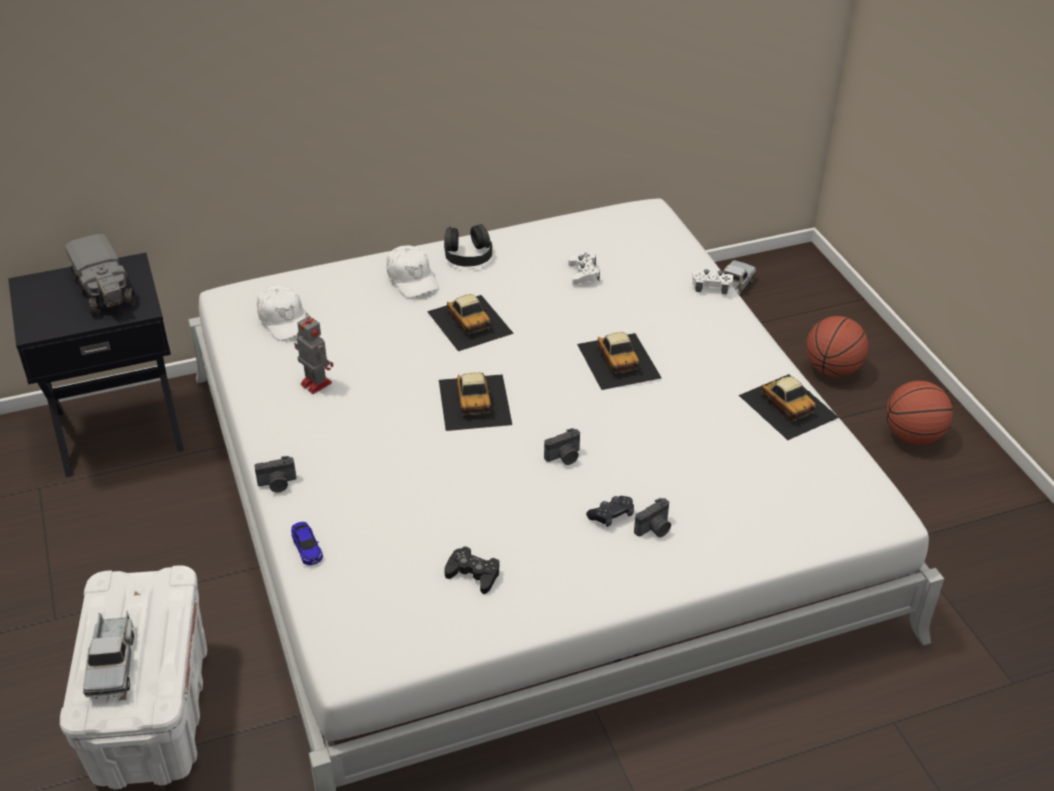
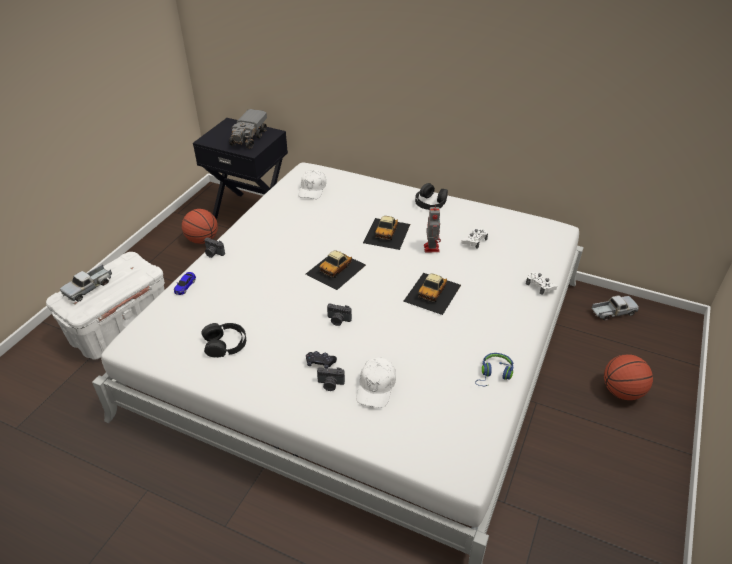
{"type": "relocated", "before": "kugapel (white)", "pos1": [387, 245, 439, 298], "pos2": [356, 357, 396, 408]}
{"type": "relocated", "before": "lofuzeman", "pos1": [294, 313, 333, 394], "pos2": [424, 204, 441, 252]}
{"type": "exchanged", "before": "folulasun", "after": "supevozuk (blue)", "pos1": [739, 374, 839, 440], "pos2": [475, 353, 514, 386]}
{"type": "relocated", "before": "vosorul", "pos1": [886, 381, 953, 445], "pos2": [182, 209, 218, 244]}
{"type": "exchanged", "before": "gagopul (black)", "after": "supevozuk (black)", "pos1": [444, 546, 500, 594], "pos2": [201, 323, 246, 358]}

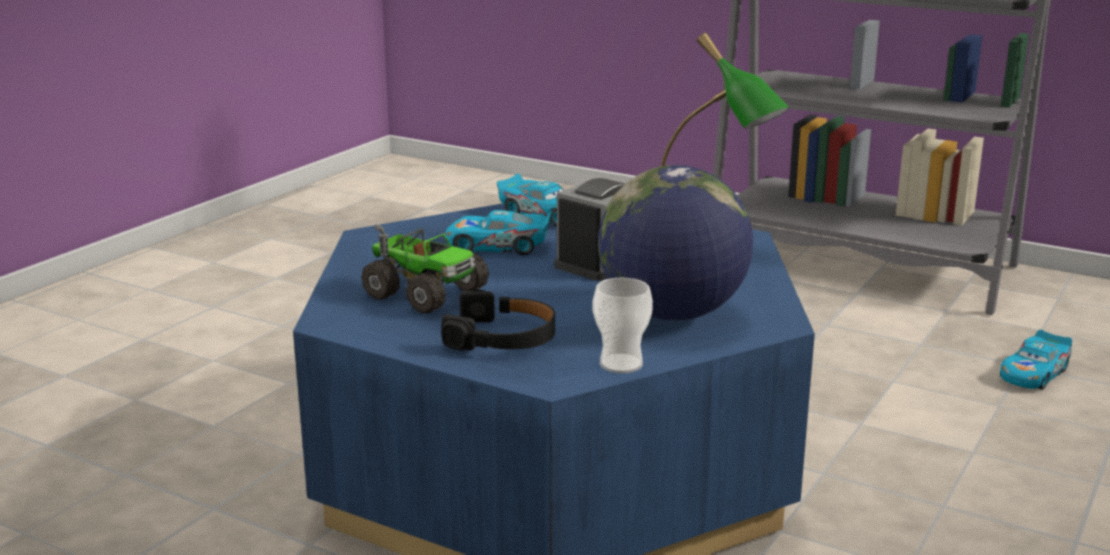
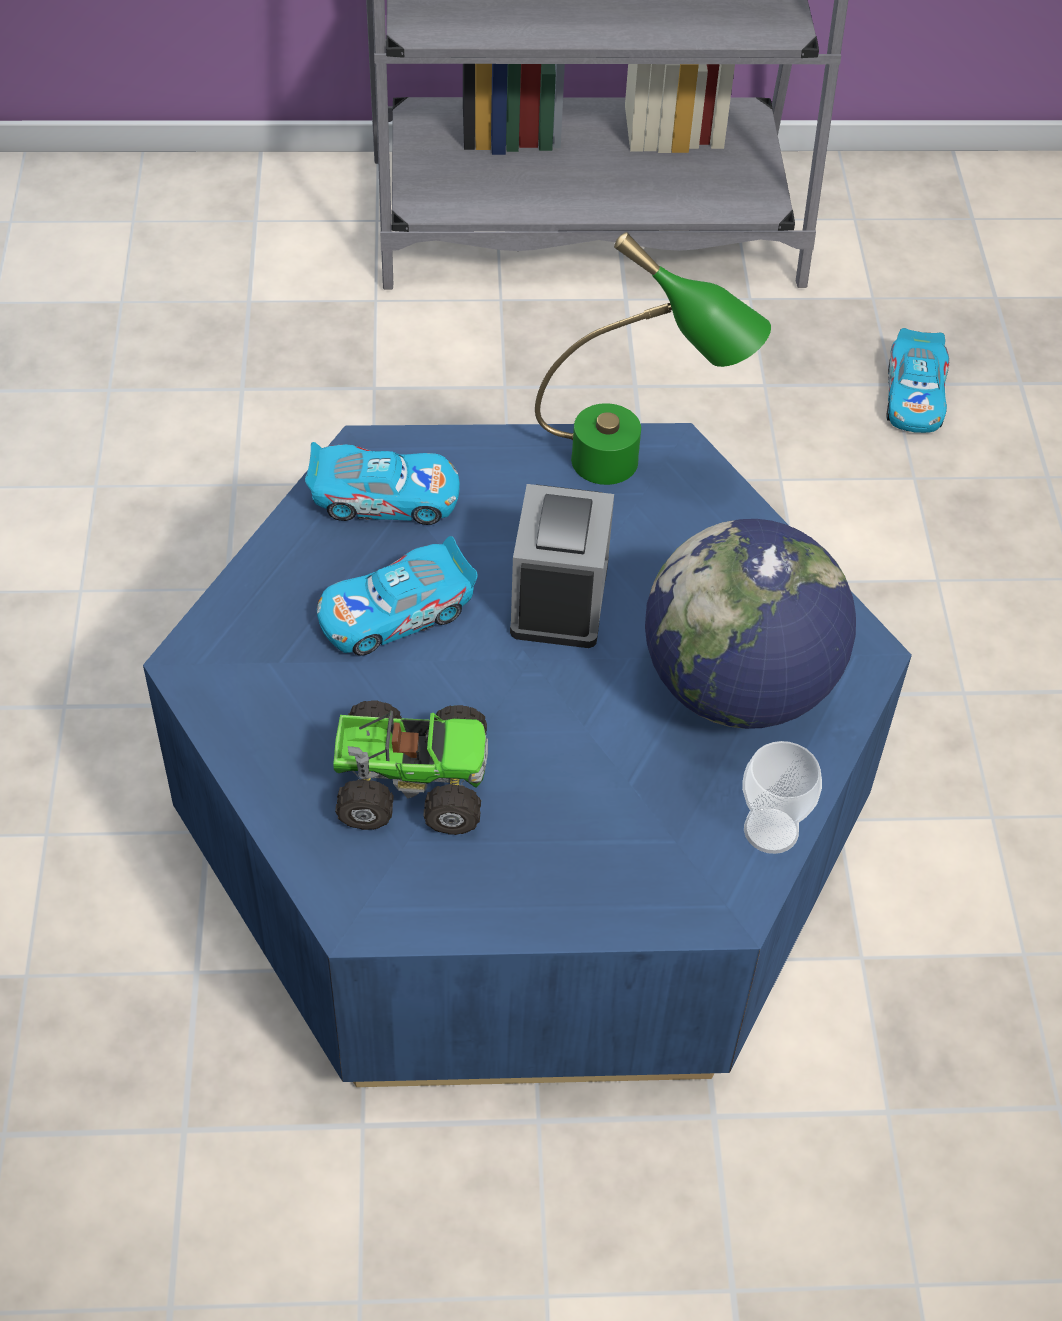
{"type": "missing", "before": "supevozuk (black)", "pos1": [441, 290, 555, 351]}

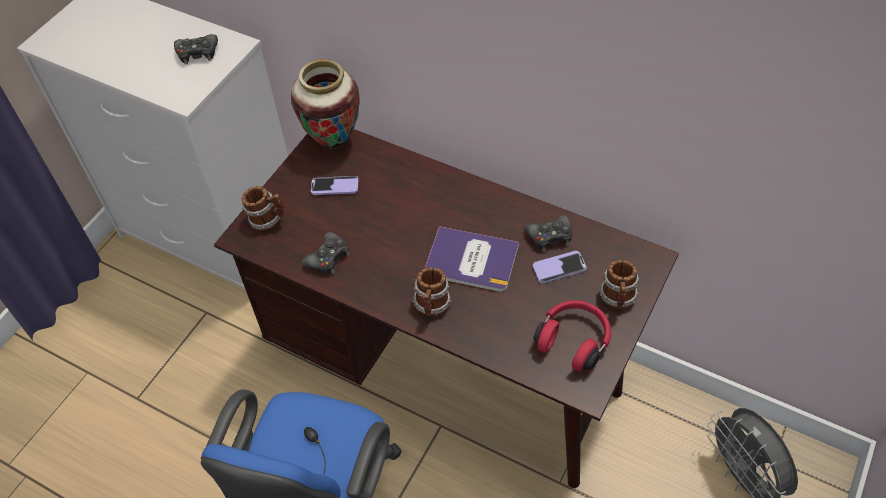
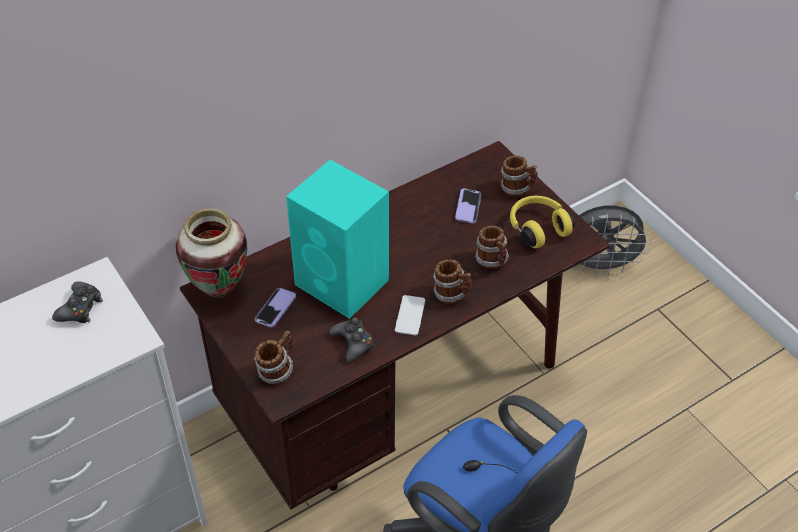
{"type": "missing", "before": "gagopul (black)", "pos1": [524, 215, 572, 252]}
{"type": "missing", "before": "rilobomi", "pos1": [425, 226, 519, 292]}
{"type": "colour", "before": "supevozuk (red)", "after": "supevozuk (yellow)", "pos1": [533, 300, 611, 372], "pos2": [510, 196, 575, 248]}
{"type": "appeared", "after": "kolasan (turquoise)", "pos2": [286, 160, 389, 319]}
{"type": "appeared", "after": "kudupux", "pos2": [475, 226, 509, 269]}
{"type": "appeared", "after": "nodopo", "pos2": [395, 295, 425, 335]}

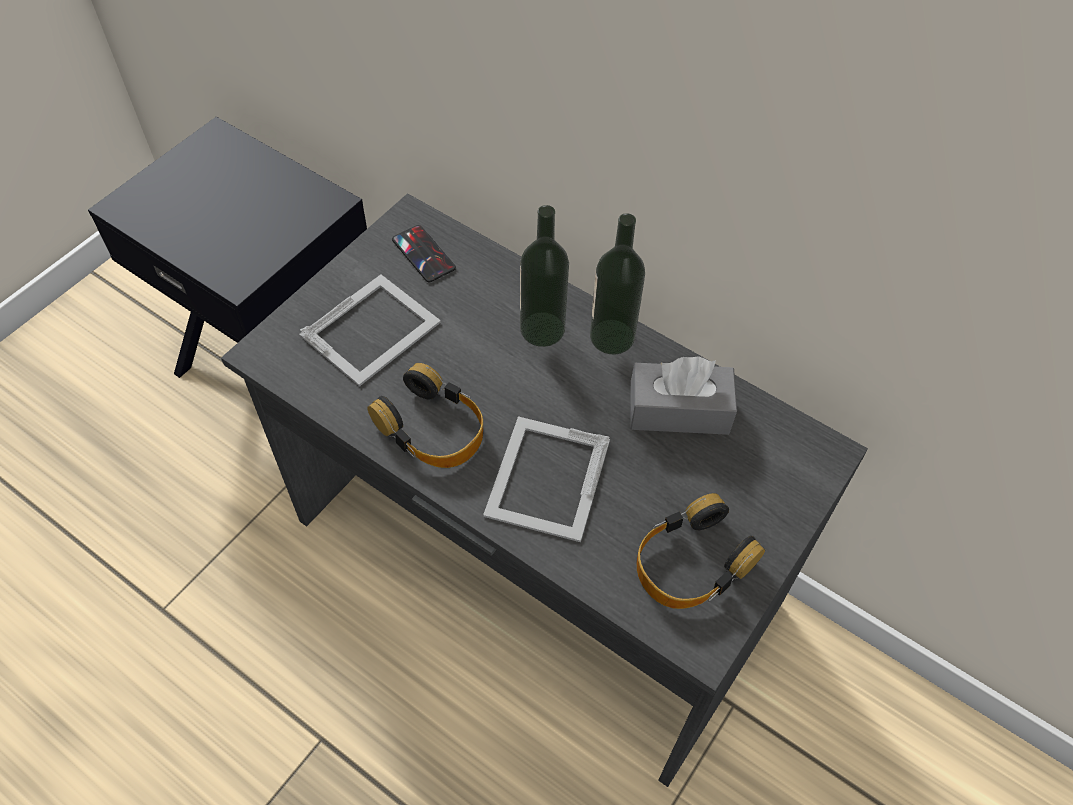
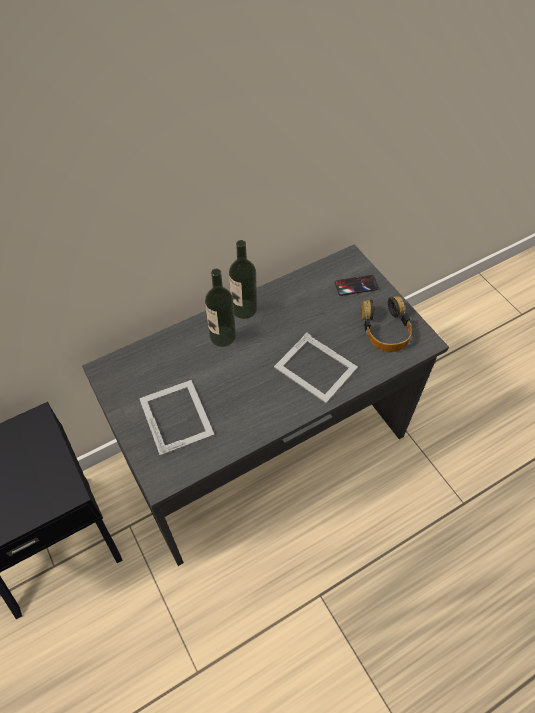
{"type": "relocated", "before": "nodopo", "pos1": [392, 225, 456, 282], "pos2": [335, 275, 379, 296]}
{"type": "missing", "before": "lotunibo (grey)", "pos1": [630, 356, 737, 435]}
{"type": "missing", "before": "supevozuk", "pos1": [367, 363, 483, 468]}

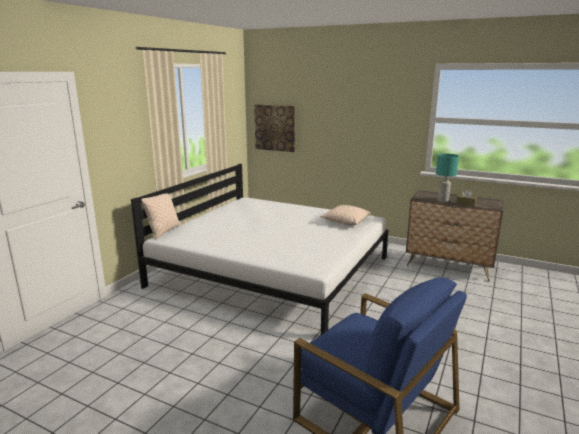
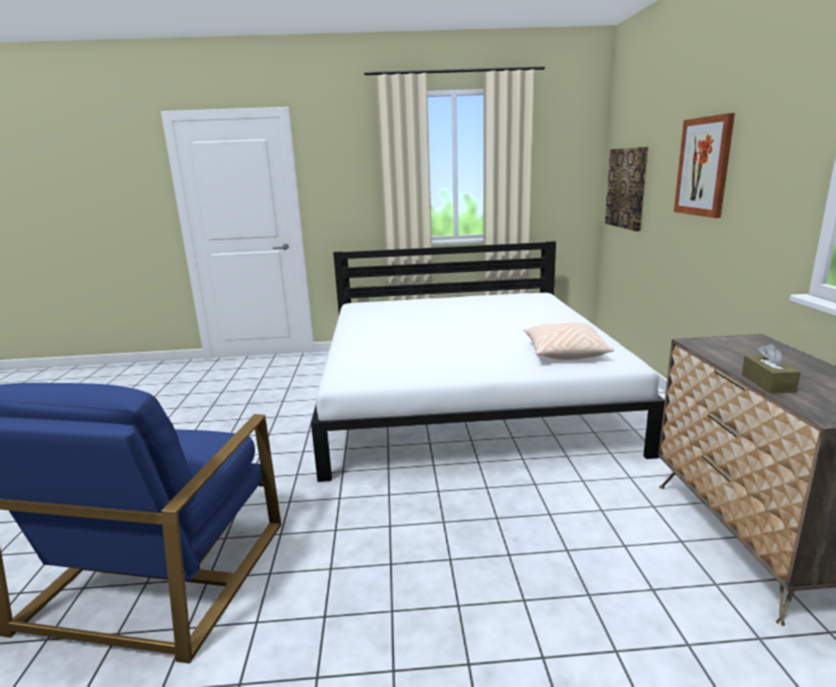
{"type": "missing", "before": "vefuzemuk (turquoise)", "pos1": [436, 154, 459, 202]}
{"type": "missing", "before": "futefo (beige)", "pos1": [141, 193, 180, 239]}
{"type": "appeared", "after": "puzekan", "pos2": [674, 113, 735, 218]}

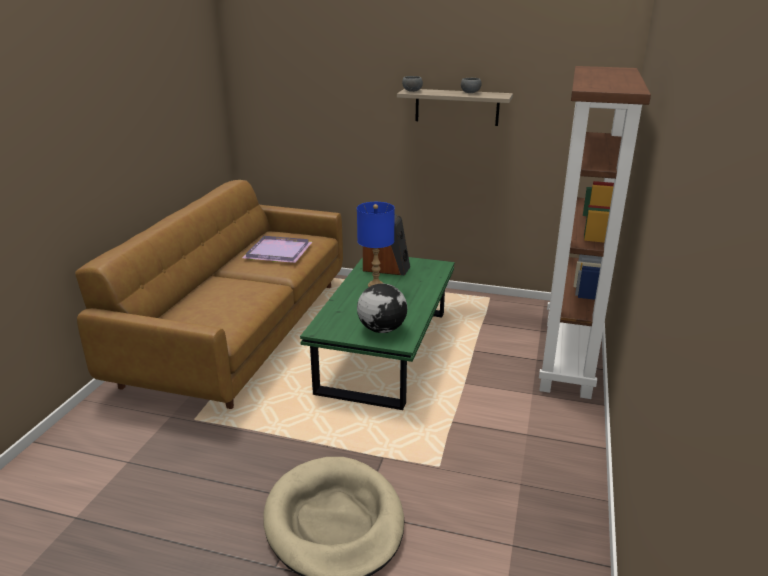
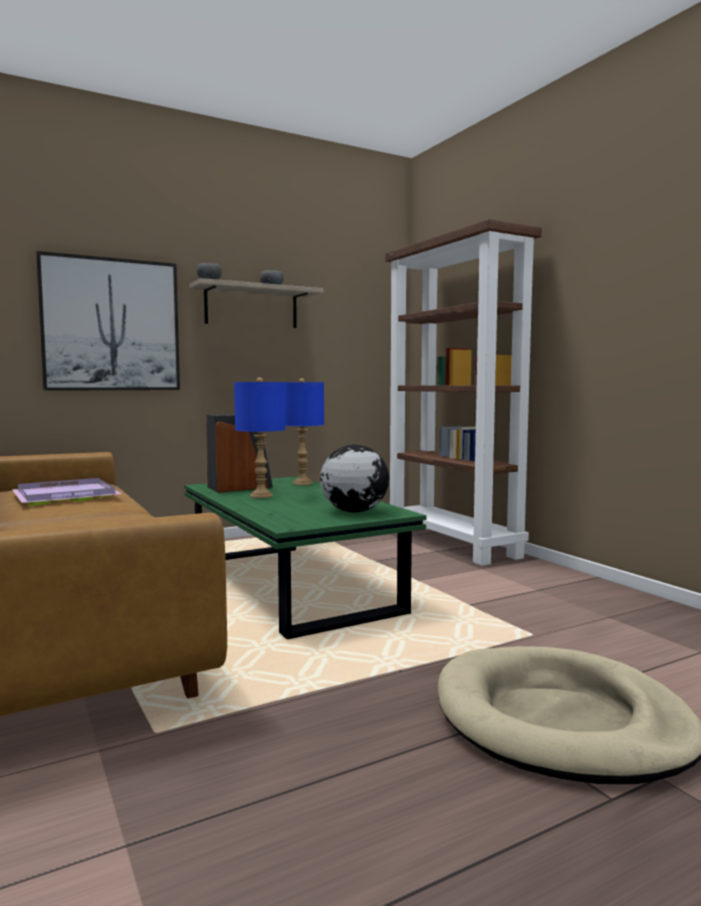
{"type": "appeared", "after": "puzekan", "pos2": [36, 251, 180, 391]}
{"type": "appeared", "after": "vefuzemuk (blue)", "pos2": [285, 378, 324, 485]}

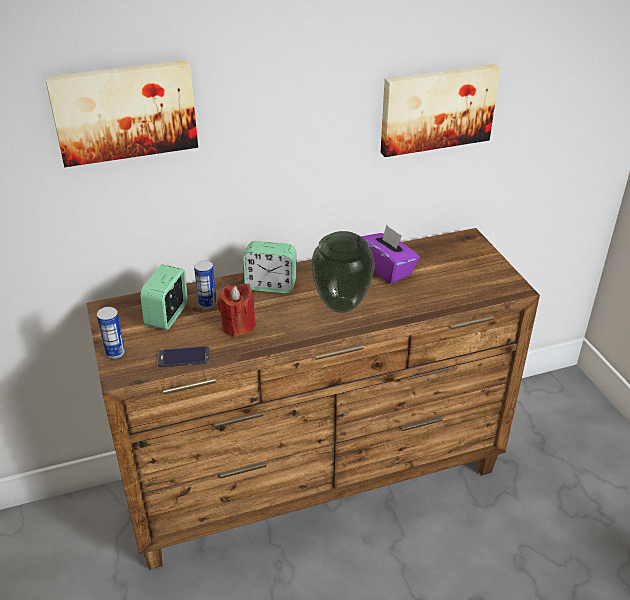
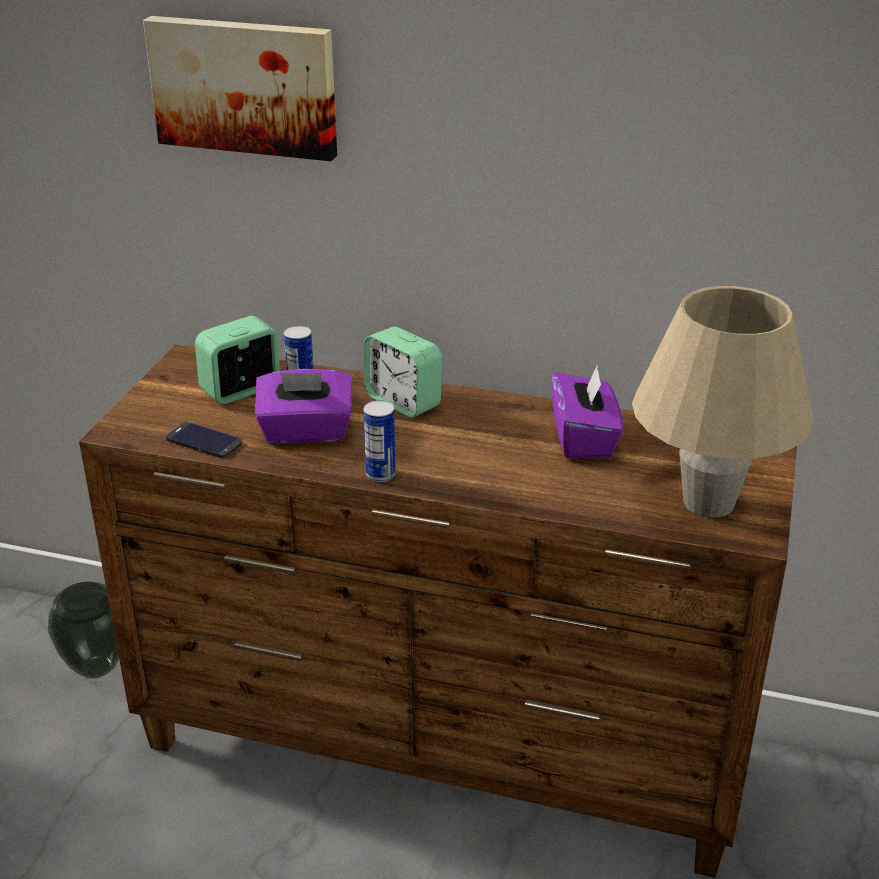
{"type": "missing", "before": "puzekan", "pos1": [380, 64, 500, 157]}
{"type": "relocated", "before": "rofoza", "pos1": [311, 231, 375, 313], "pos2": [48, 582, 119, 678]}
{"type": "exchanged", "before": "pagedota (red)", "after": "lotunibo (purple)", "pos1": [217, 283, 256, 337], "pos2": [255, 369, 352, 444]}
{"type": "relocated", "before": "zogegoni", "pos1": [97, 307, 125, 359], "pos2": [363, 400, 396, 482]}
{"type": "appeared", "after": "vefuzemuk (beige)", "pos2": [632, 286, 813, 517]}

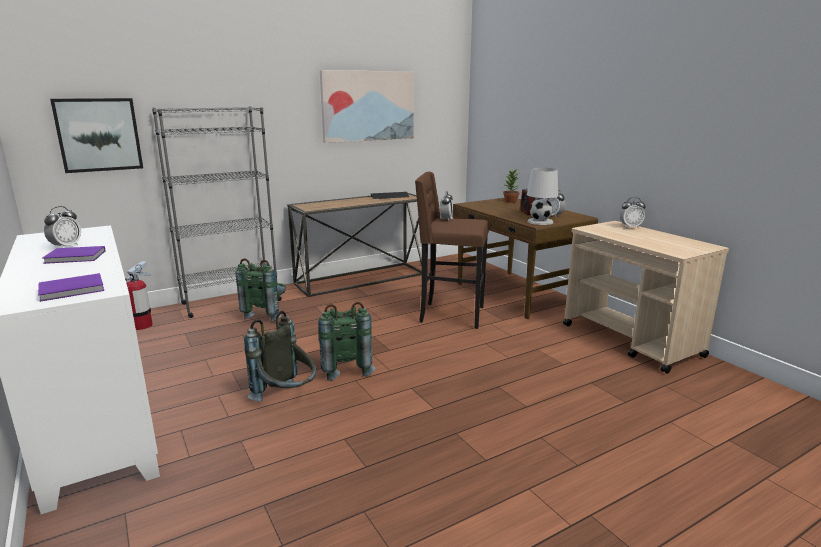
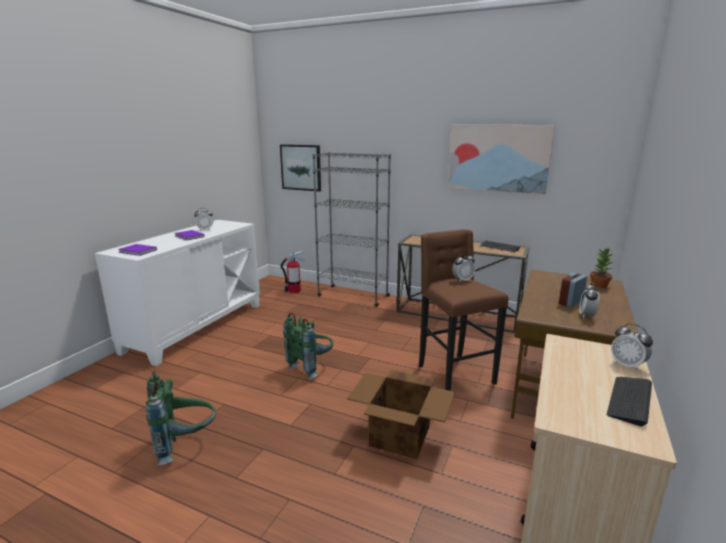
{"type": "missing", "before": "vefuzemuk (white)", "pos1": [527, 168, 558, 225]}
{"type": "relocated", "before": "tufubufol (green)", "pos1": [236, 258, 286, 322], "pos2": [146, 371, 216, 465]}
{"type": "missing", "before": "tufubufol (grey)", "pos1": [244, 311, 316, 401]}
{"type": "appeared", "after": "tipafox", "pos2": [347, 370, 455, 459]}
{"type": "appeared", "after": "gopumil", "pos2": [607, 377, 652, 426]}

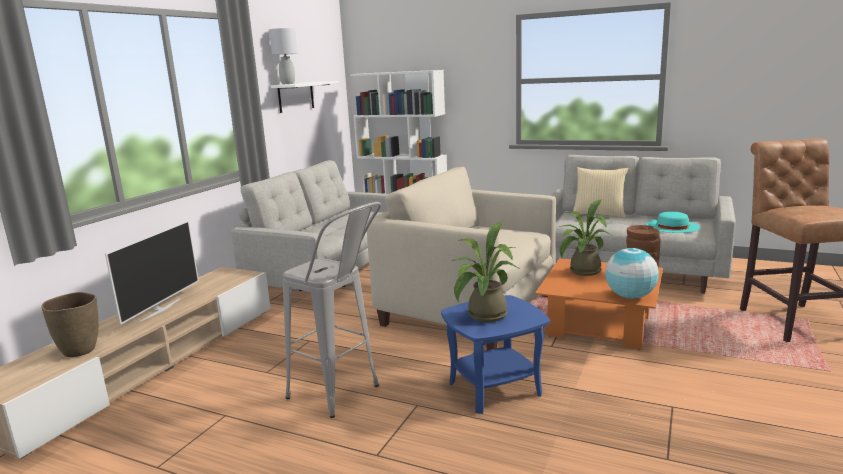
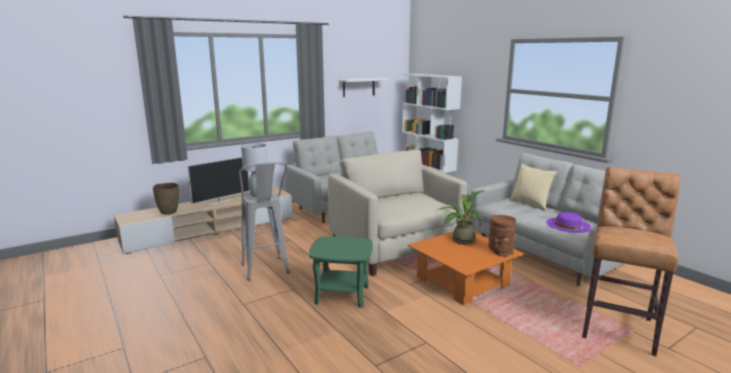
{"type": "relocated", "before": "vefuzemuk (grey)", "pos1": [269, 28, 298, 84], "pos2": [241, 143, 268, 197]}
{"type": "colour", "before": "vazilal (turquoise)", "after": "vazilal (purple)", "pos1": [646, 211, 700, 233], "pos2": [546, 212, 592, 233]}
{"type": "missing", "before": "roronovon", "pos1": [452, 222, 518, 322]}
{"type": "missing", "before": "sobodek", "pos1": [605, 248, 659, 299]}
{"type": "colour", "before": "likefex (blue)", "after": "likefex (green)", "pos1": [441, 295, 550, 414], "pos2": [309, 236, 373, 308]}

